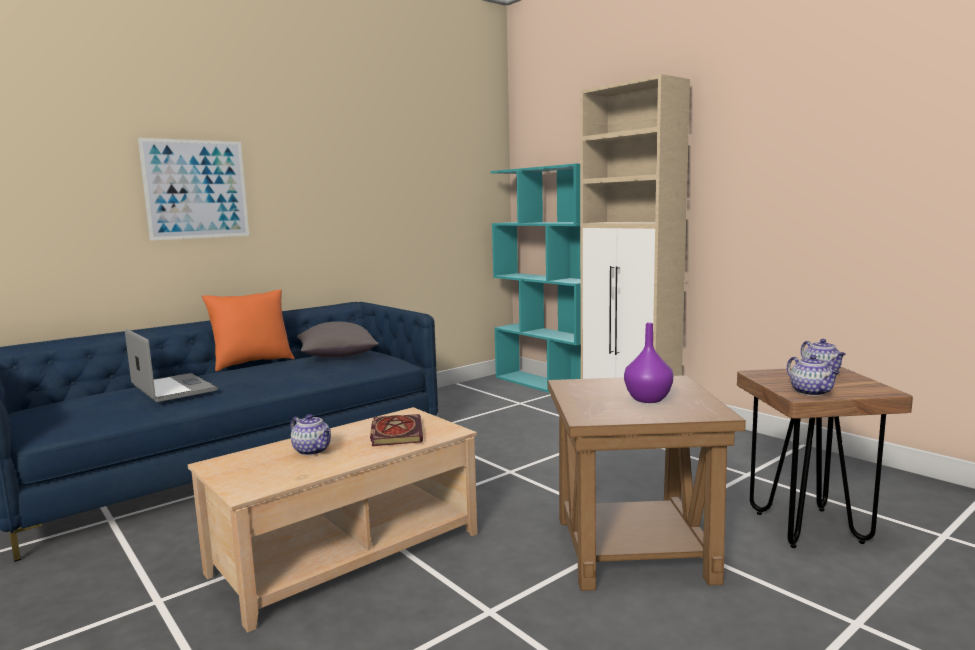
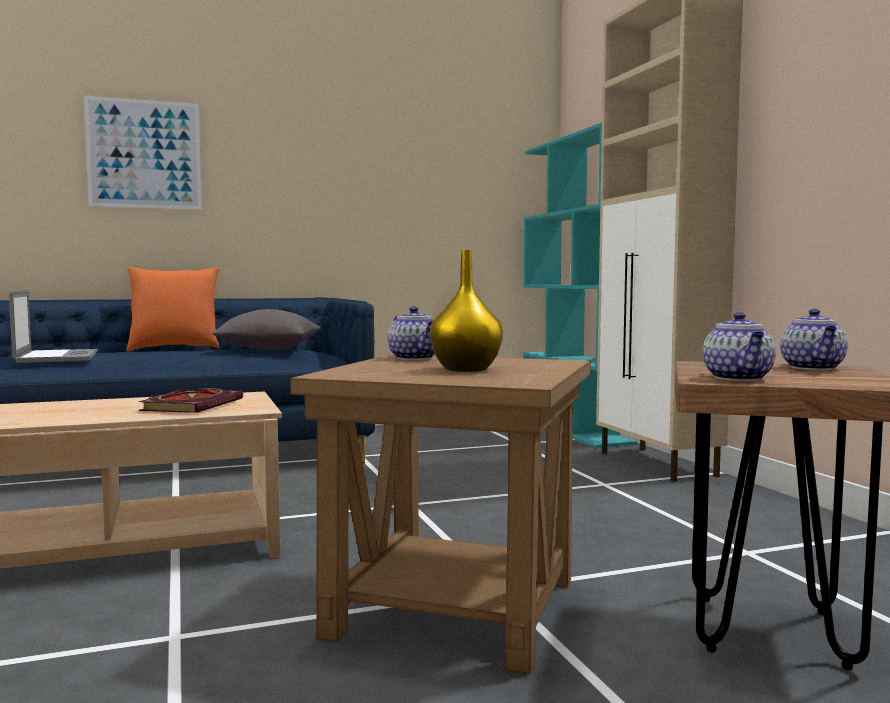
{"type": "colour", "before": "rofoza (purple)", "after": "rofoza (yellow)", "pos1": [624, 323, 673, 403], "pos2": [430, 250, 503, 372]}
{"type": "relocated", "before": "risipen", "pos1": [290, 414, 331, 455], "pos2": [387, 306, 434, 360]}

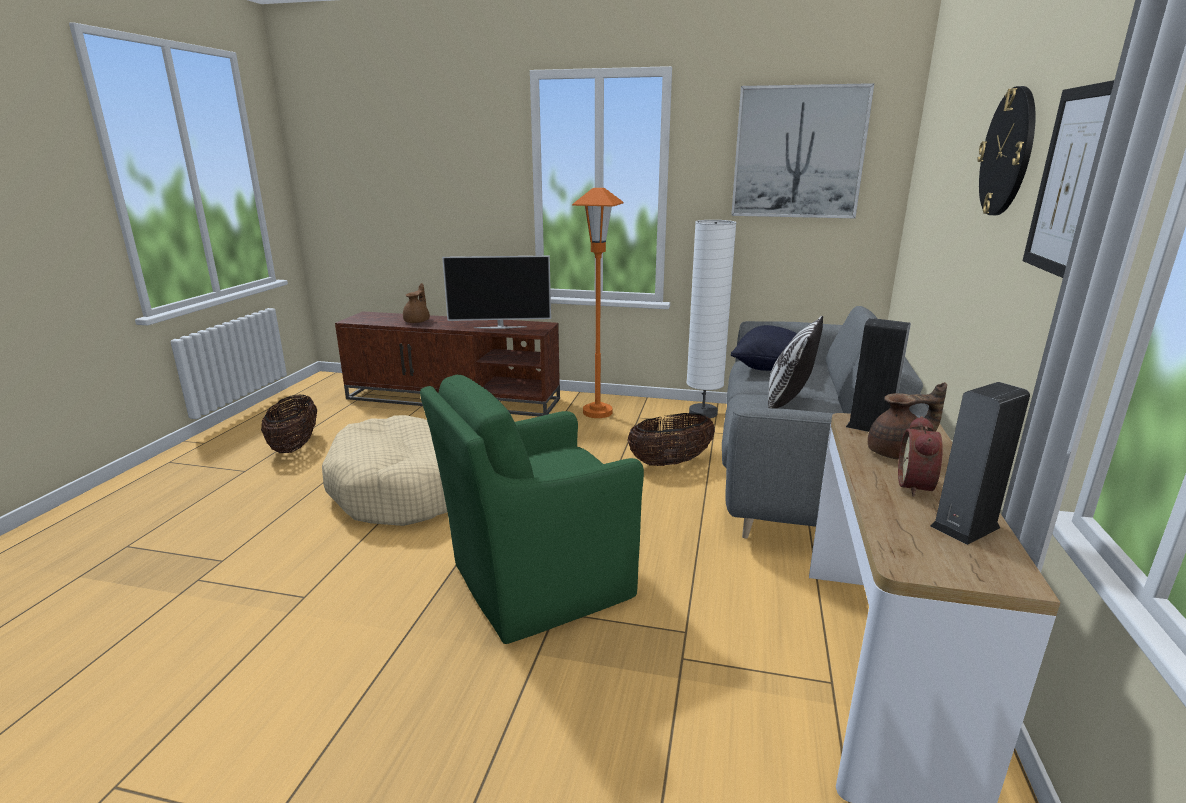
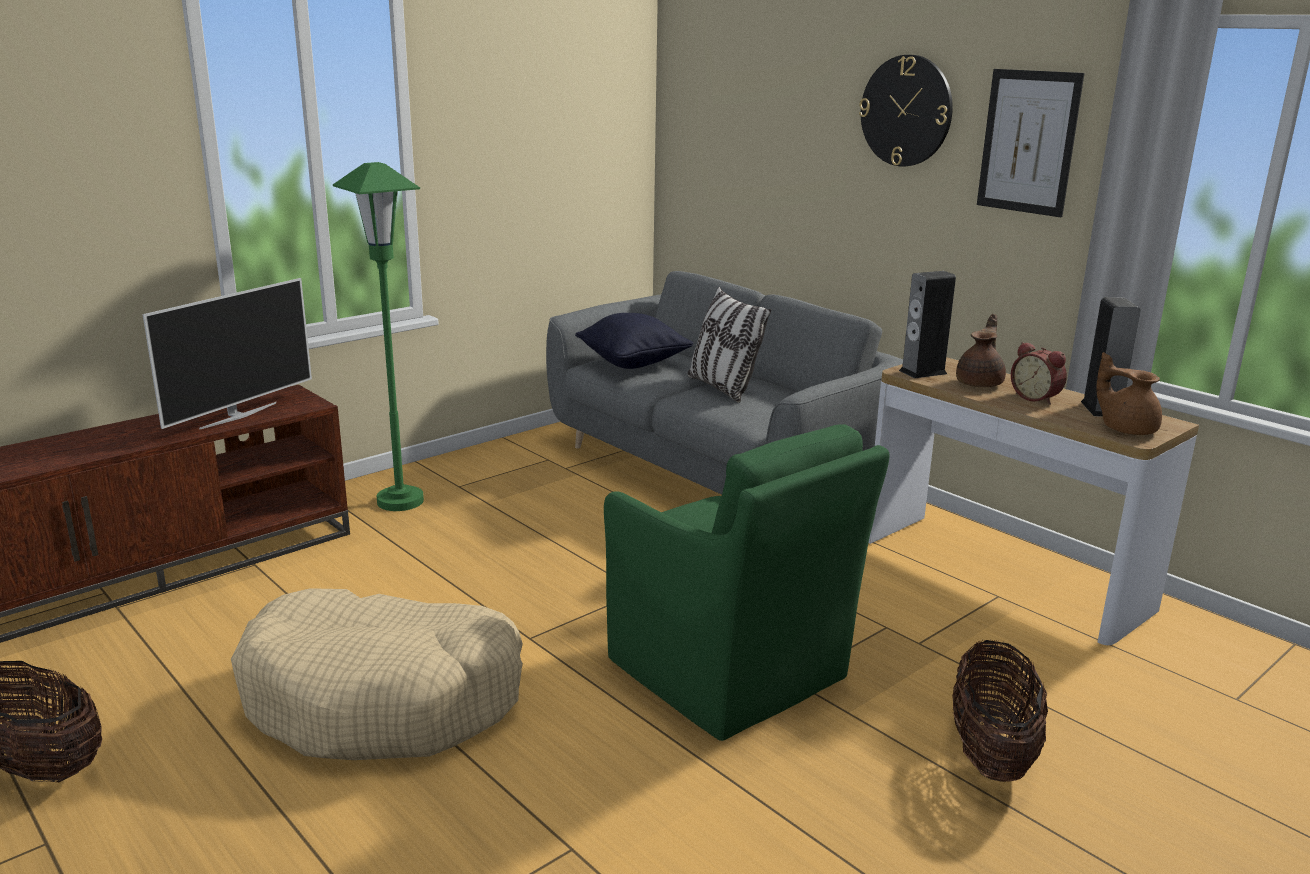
{"type": "missing", "before": "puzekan", "pos1": [731, 83, 875, 218]}
{"type": "colour", "before": "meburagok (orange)", "after": "meburagok (green)", "pos1": [572, 188, 624, 418], "pos2": [333, 162, 424, 511]}
{"type": "missing", "before": "meburagok (white)", "pos1": [686, 220, 736, 418]}
{"type": "relocated", "before": "risipen (brown)", "pos1": [403, 283, 430, 323], "pos2": [1096, 352, 1162, 435]}
{"type": "spun", "before": "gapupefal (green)", "pos1": [420, 375, 644, 644], "pos2": [604, 424, 890, 741], "turn": -45}
{"type": "relocated", "before": "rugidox", "pos1": [628, 413, 715, 466], "pos2": [952, 640, 1048, 782]}

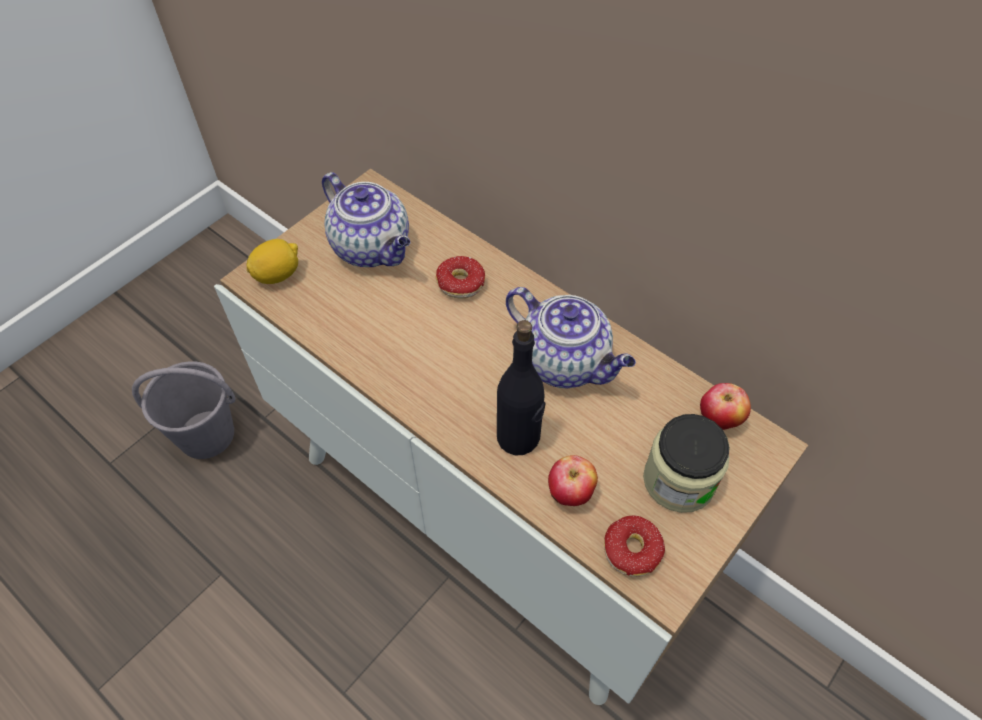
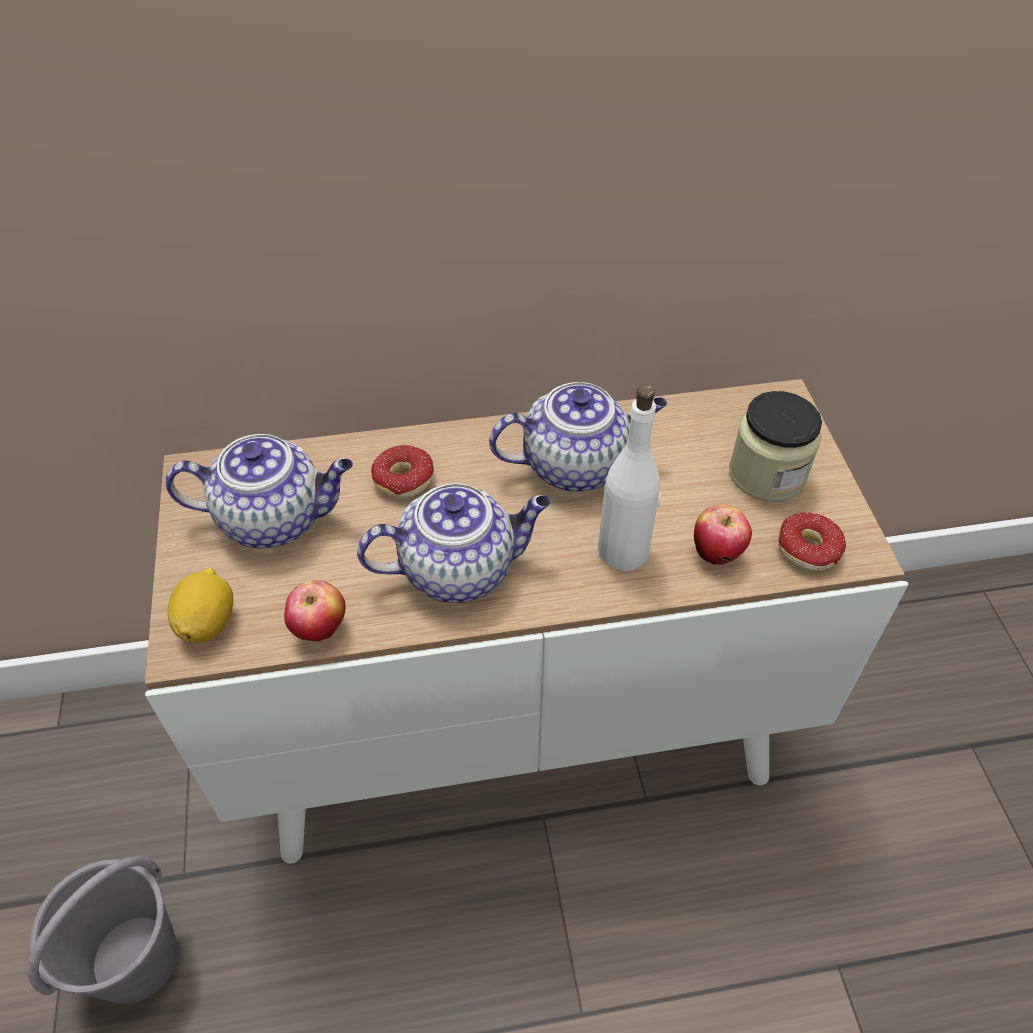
{"type": "colour", "before": "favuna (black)", "after": "favuna (white)", "pos1": [497, 320, 545, 456], "pos2": [598, 384, 660, 571]}
{"type": "relocated", "before": "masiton", "pos1": [700, 383, 751, 430], "pos2": [284, 580, 346, 641]}
{"type": "appeared", "after": "risipen", "pos2": [357, 483, 551, 603]}

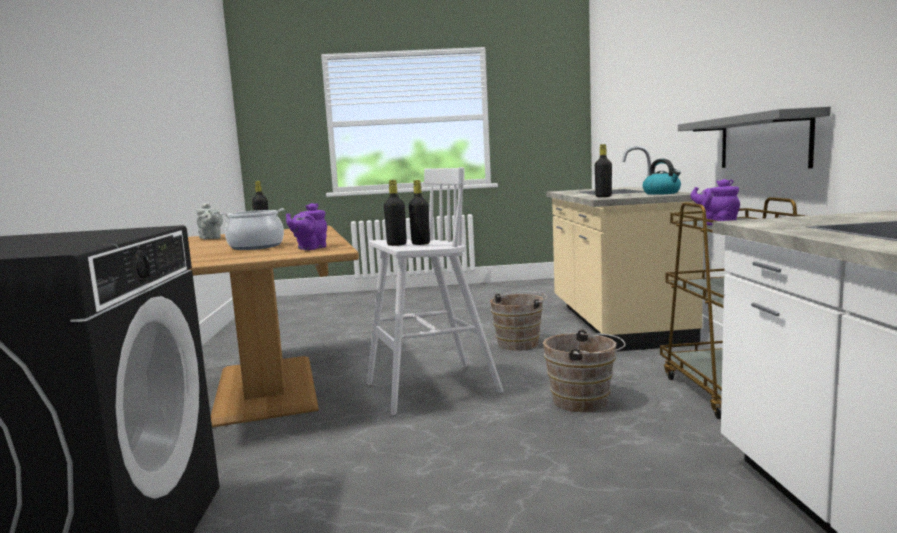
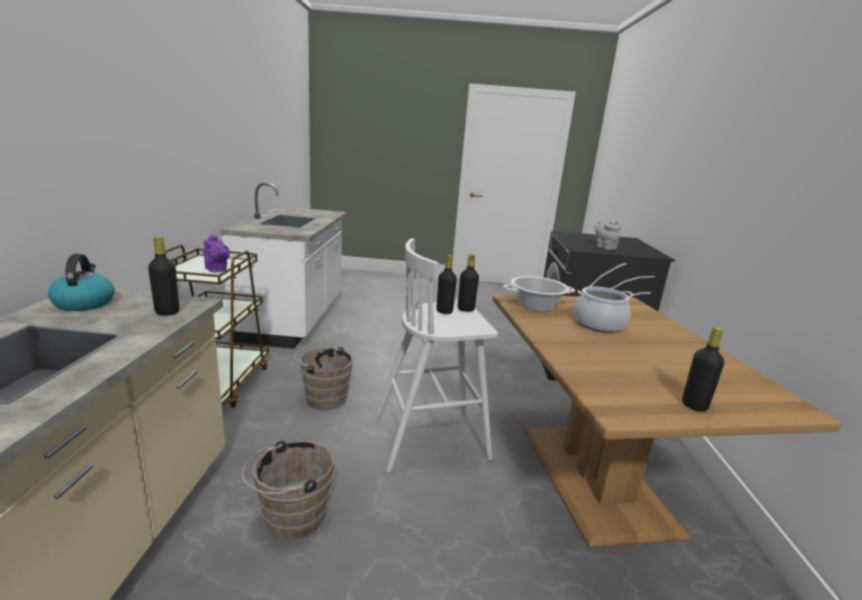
{"type": "missing", "before": "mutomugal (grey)", "pos1": [678, 106, 831, 168]}
{"type": "relocated", "before": "risipen (grey)", "pos1": [197, 203, 223, 239], "pos2": [594, 220, 621, 250]}
{"type": "exchanged", "before": "risipen (purple)", "after": "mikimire", "pos1": [286, 203, 327, 250], "pos2": [503, 276, 575, 312]}

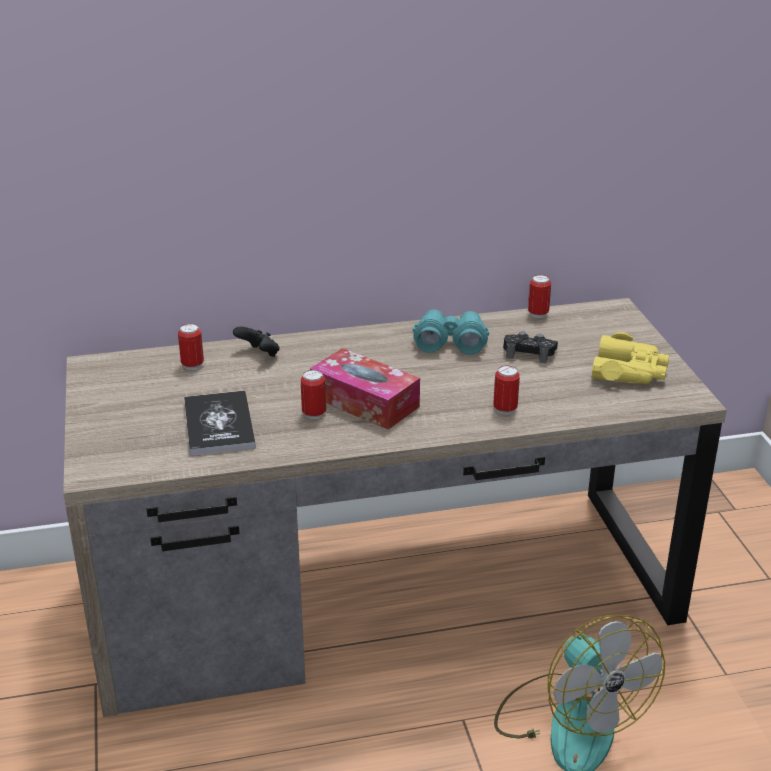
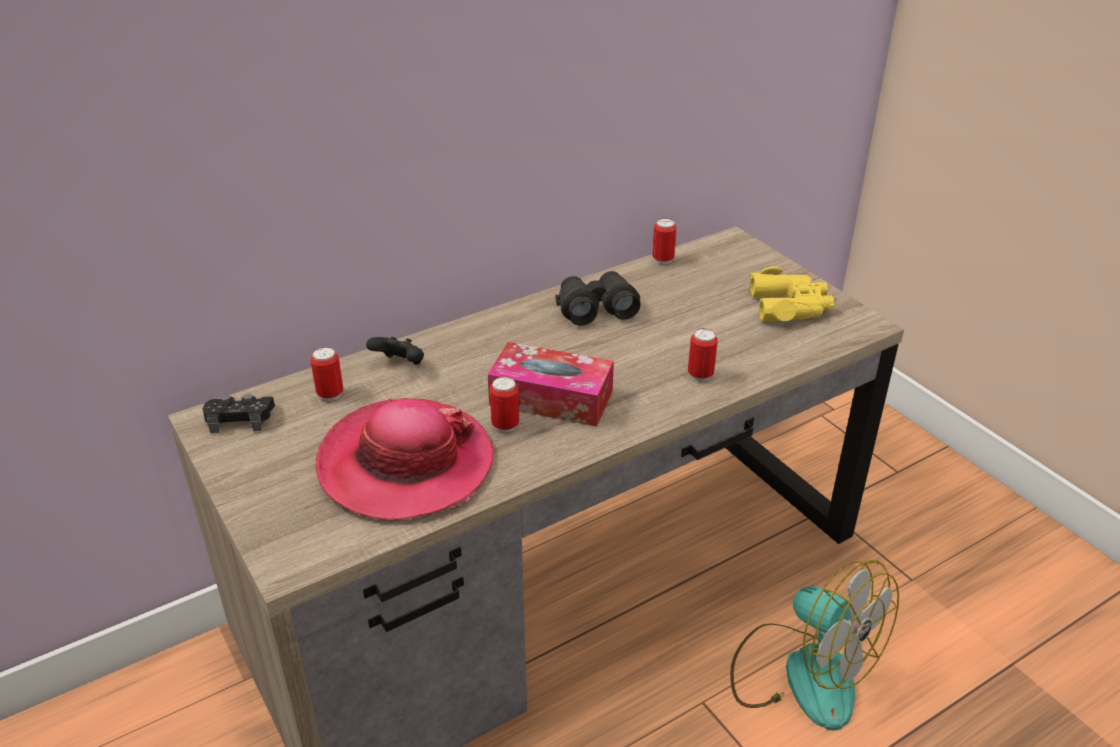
{"type": "colour", "before": "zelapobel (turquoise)", "after": "zelapobel (black)", "pos1": [413, 309, 489, 355], "pos2": [555, 271, 641, 326]}
{"type": "relocated", "before": "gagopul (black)", "pos1": [503, 331, 558, 363], "pos2": [203, 394, 275, 433]}
{"type": "exchanged", "before": "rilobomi", "after": "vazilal", "pos1": [184, 391, 256, 456], "pos2": [316, 398, 494, 520]}

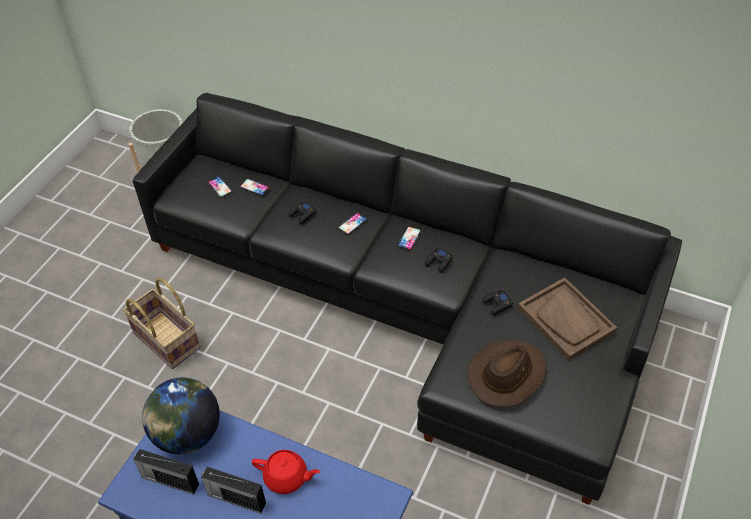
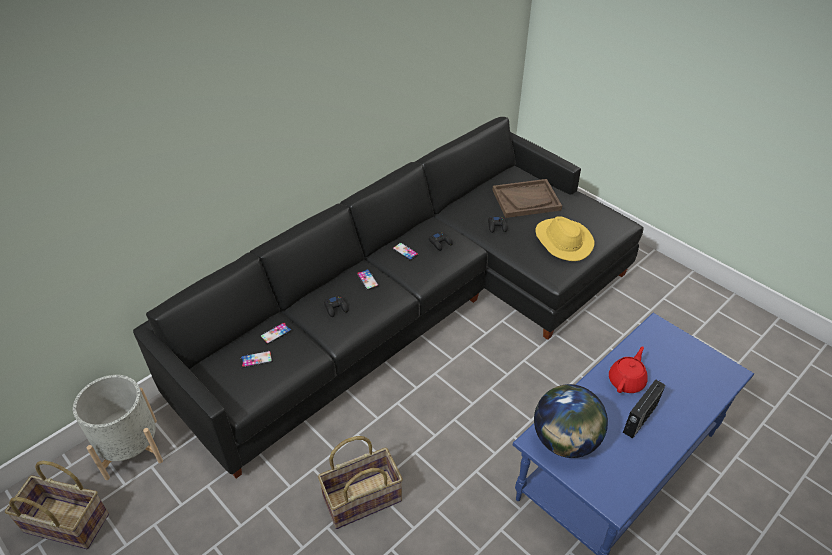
{"type": "colour", "before": "vazilal (brown)", "after": "vazilal (yellow)", "pos1": [467, 339, 547, 407], "pos2": [536, 217, 595, 261]}
{"type": "missing", "before": "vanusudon", "pos1": [133, 449, 199, 495]}
{"type": "appeared", "after": "rugidox", "pos2": [5, 461, 109, 549]}

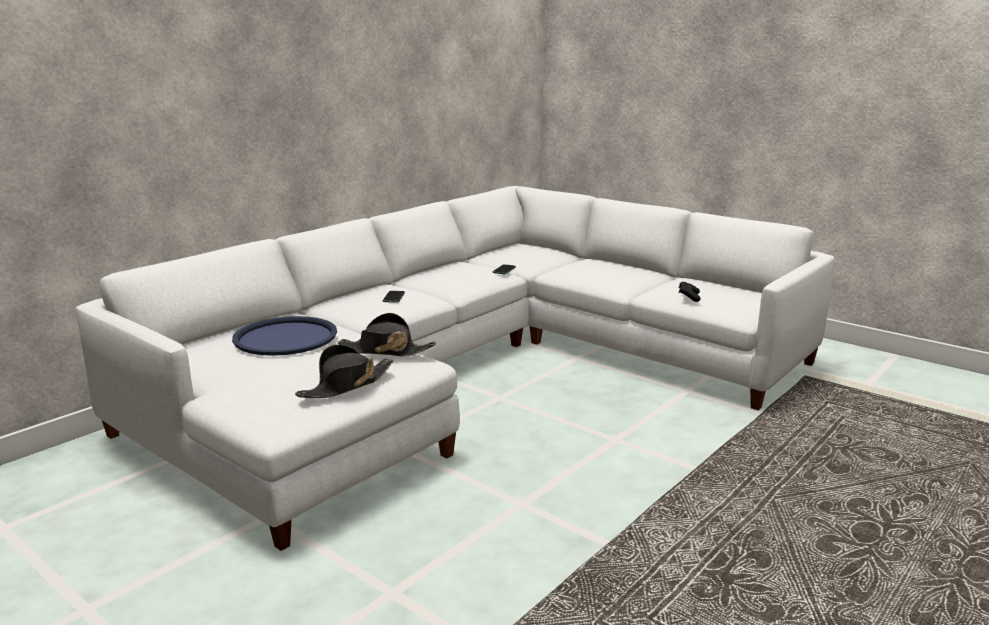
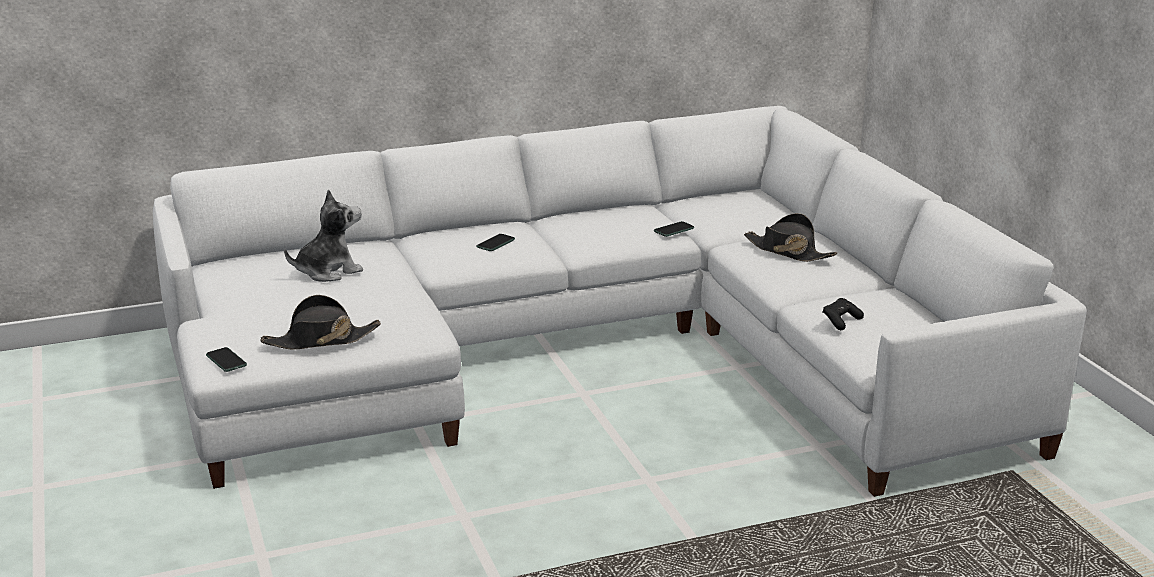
{"type": "relocated", "before": "vazilal (black)", "pos1": [338, 313, 436, 357], "pos2": [744, 213, 838, 262]}
{"type": "exchanged", "before": "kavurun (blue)", "after": "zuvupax", "pos1": [232, 316, 337, 356], "pos2": [284, 189, 363, 282]}
{"type": "appeared", "after": "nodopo", "pos2": [206, 347, 247, 372]}

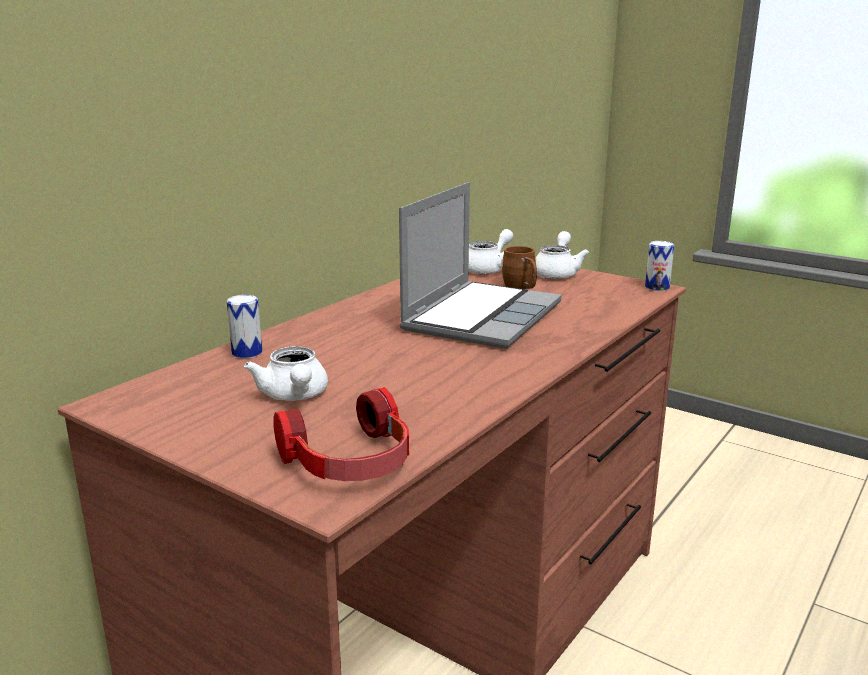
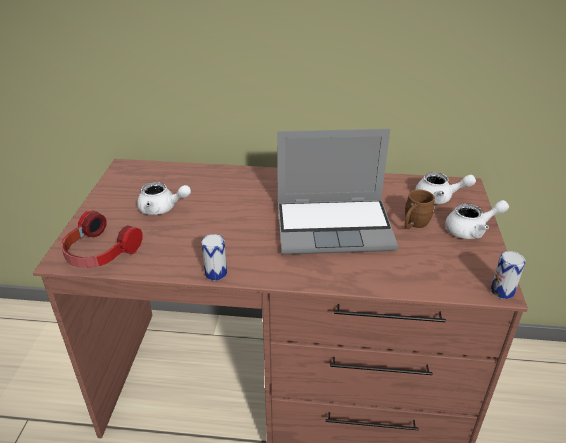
{"type": "relocated", "before": "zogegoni", "pos1": [227, 294, 262, 358], "pos2": [201, 234, 227, 280]}
{"type": "spun", "before": "risipen (white)", "pos1": [244, 346, 328, 401], "pos2": [137, 182, 191, 215], "turn": -120}

